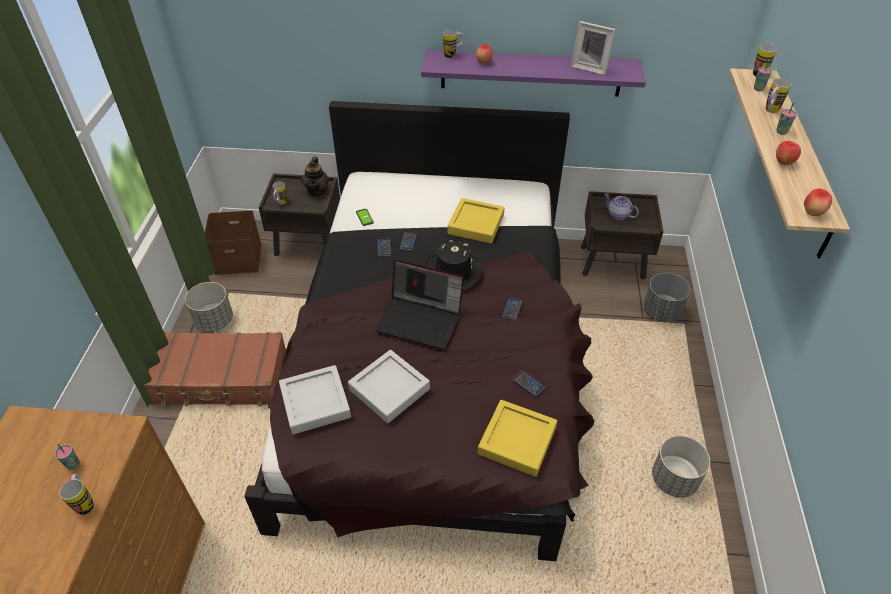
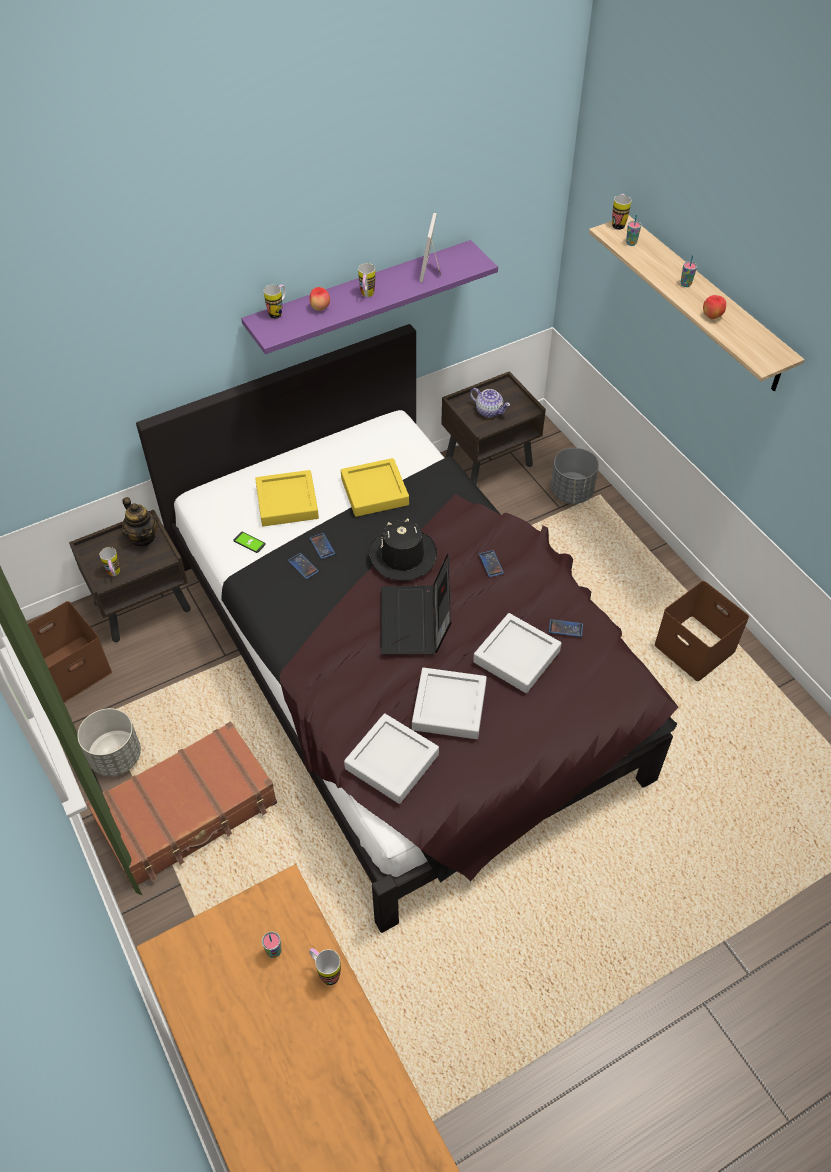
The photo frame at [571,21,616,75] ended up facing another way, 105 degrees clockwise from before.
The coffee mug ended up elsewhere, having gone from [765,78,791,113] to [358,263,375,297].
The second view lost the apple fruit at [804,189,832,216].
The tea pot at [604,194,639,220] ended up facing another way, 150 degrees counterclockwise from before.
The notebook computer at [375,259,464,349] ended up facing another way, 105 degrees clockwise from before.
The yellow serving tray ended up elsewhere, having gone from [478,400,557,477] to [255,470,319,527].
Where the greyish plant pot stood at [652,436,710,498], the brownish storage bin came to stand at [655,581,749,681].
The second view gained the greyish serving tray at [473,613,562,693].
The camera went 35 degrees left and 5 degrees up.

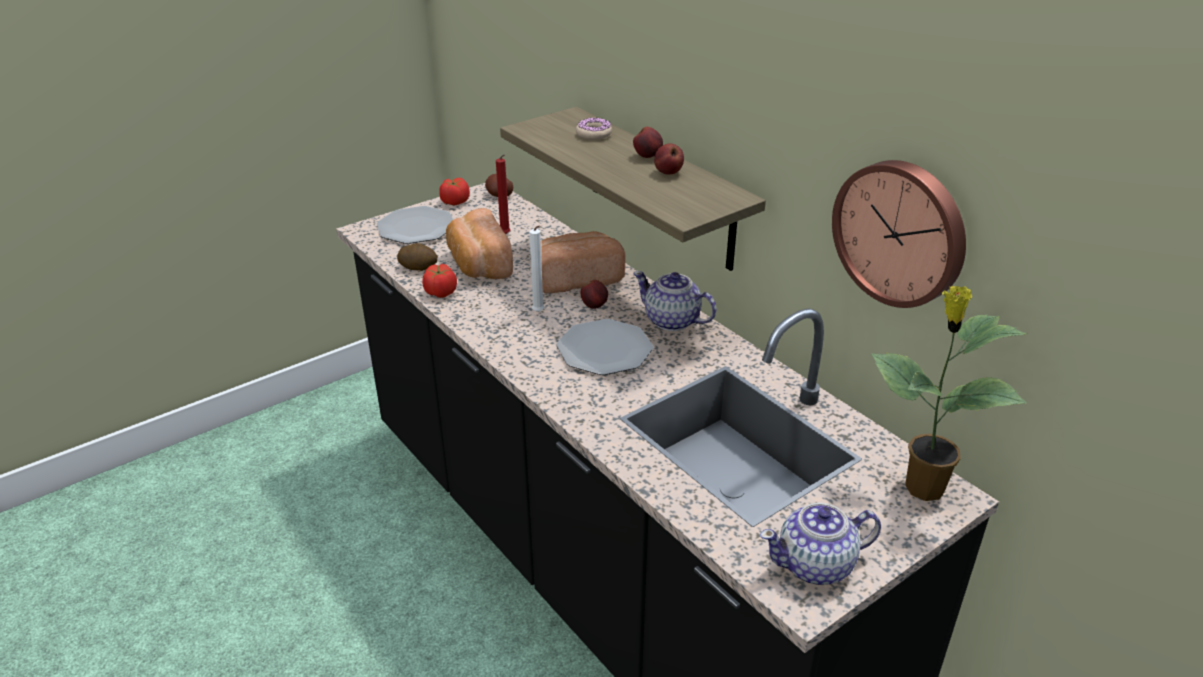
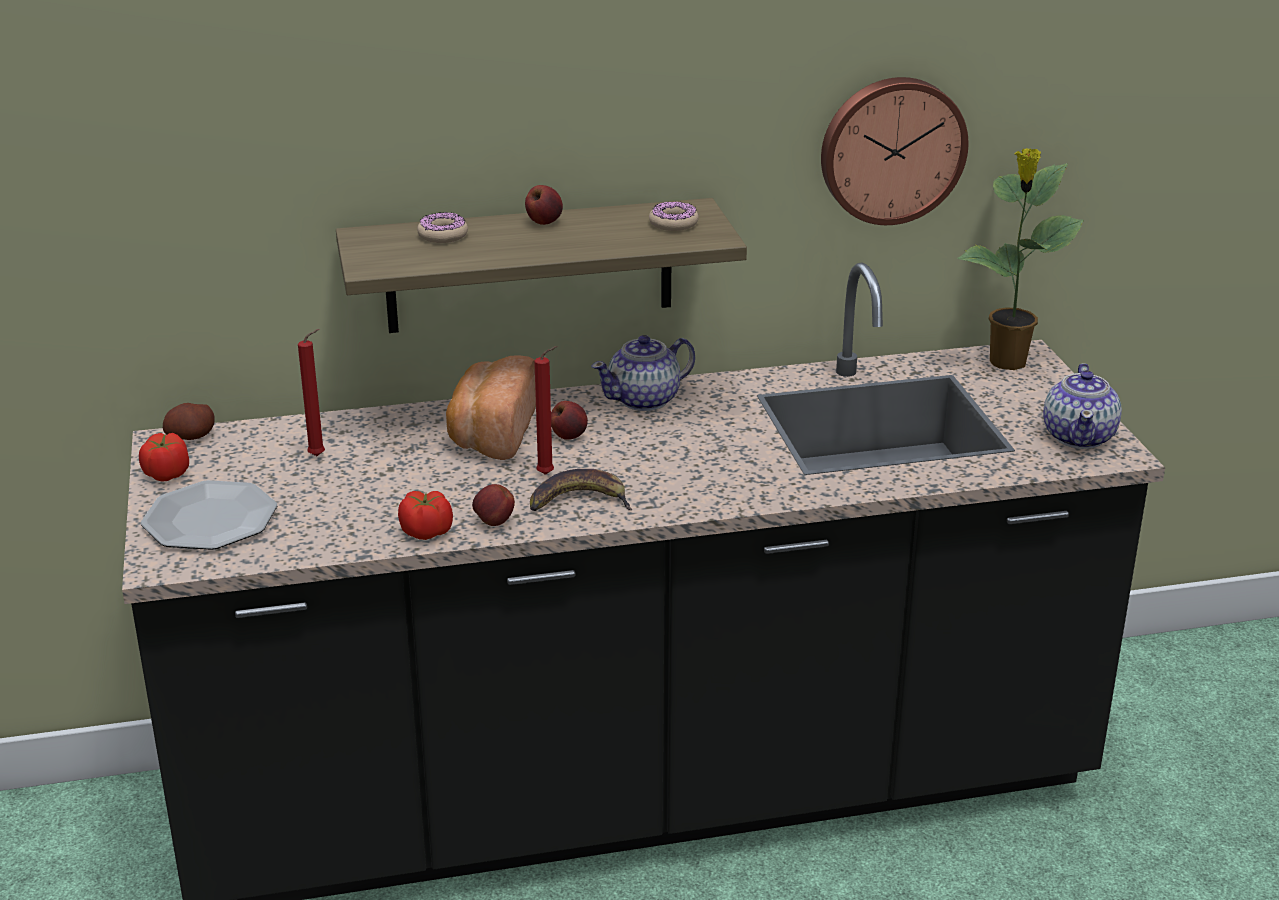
The apple fruit ended up elsewhere, having gone from [654,143,684,175] to [472,484,515,526].
The second view lost the bread at [446,208,513,279].
What was the whitish wax candle at [529,226,545,312] turned into the red-coloured wax candle at [534,346,557,475].
The second view lost the whole potato at [397,243,438,271].
The second view lost the plate at [557,319,653,375].
The second view gained the doughnut at [649,202,699,231].
The second view gained the banana at [530,469,633,511].
The camera went 65 degrees left and 5 degrees down.

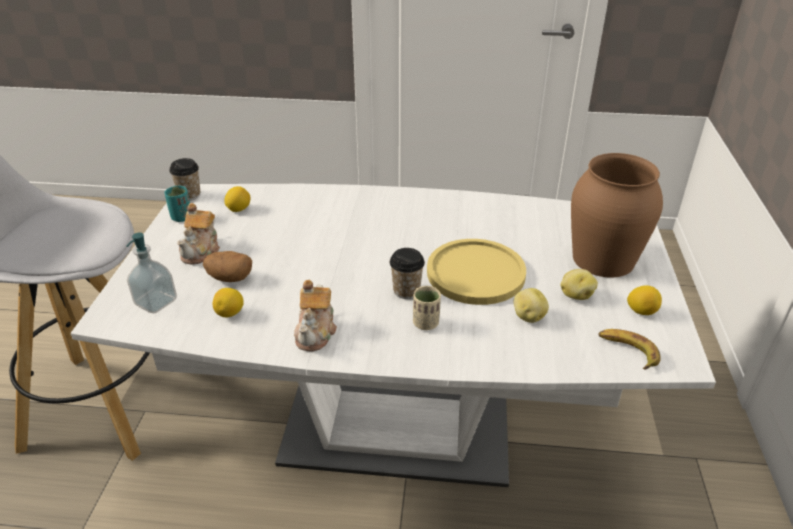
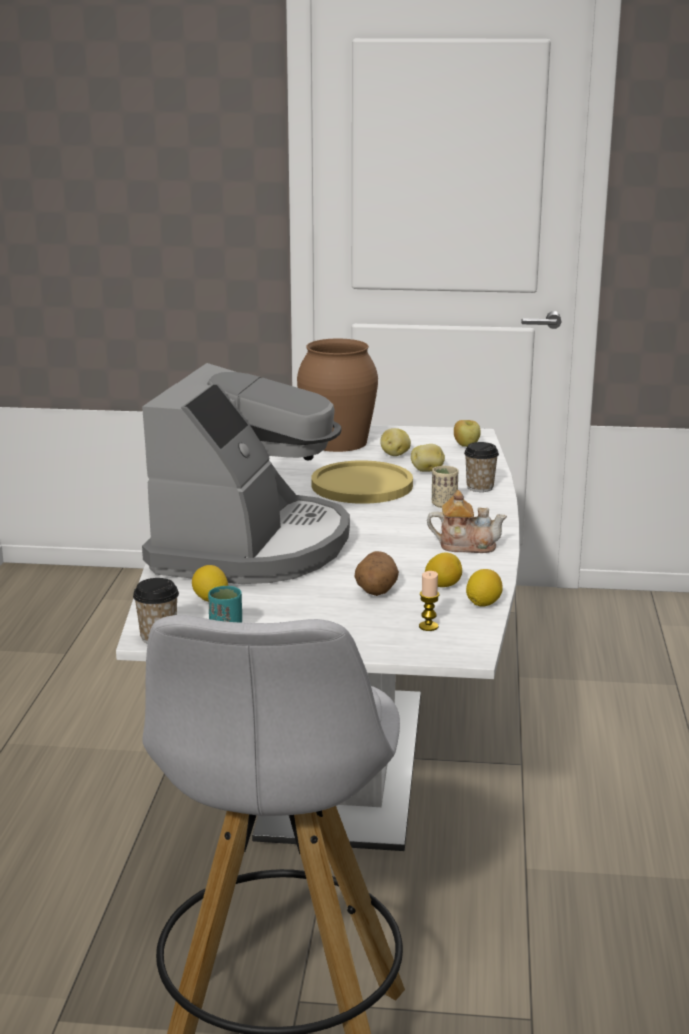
The second view lost the tea pot at [177,203,220,265].
Where the liquid soap bottle stood at [126,233,177,313], the wax candle came to stand at [419,571,440,631].
The cup ended up elsewhere, having gone from [390,248,425,299] to [464,442,499,492].
The citrus fruit ended up elsewhere, having gone from [627,285,662,315] to [466,569,503,607].
Where the banana stood at [598,329,661,369], the apple fruit came to stand at [454,420,481,447].
The second view gained the coffee machine at [142,363,350,584].
The camera went 90 degrees left and 15 degrees down.

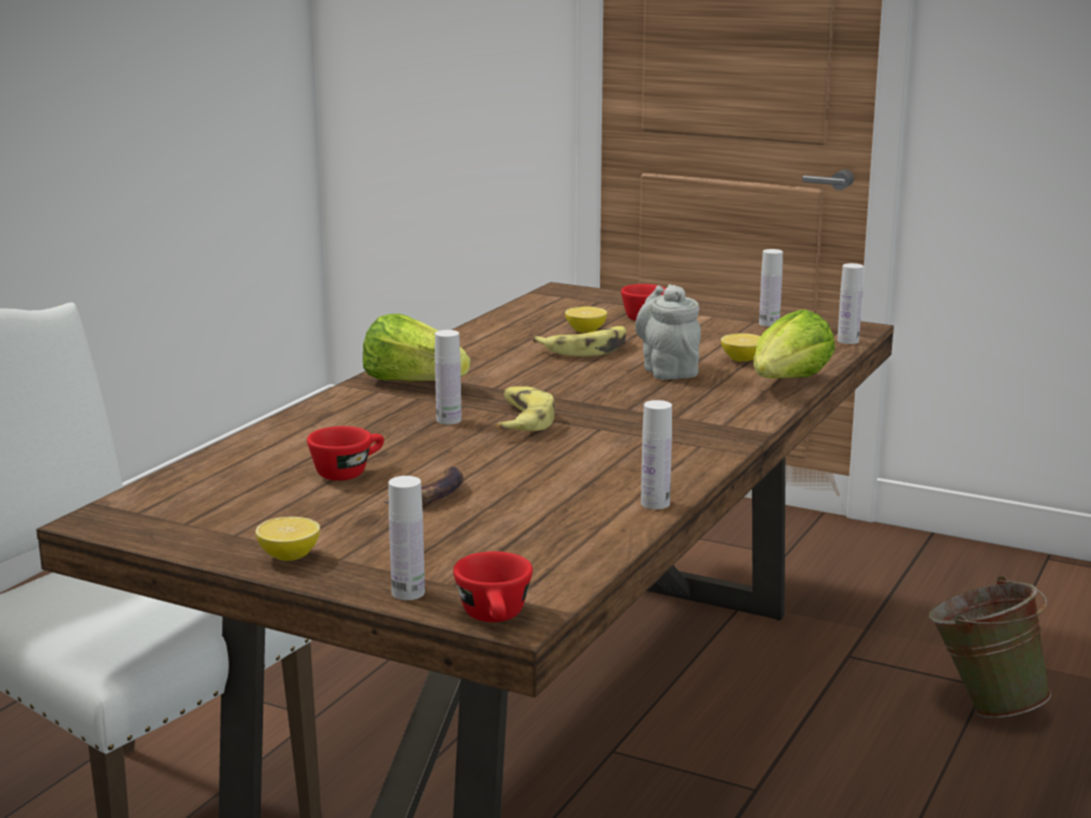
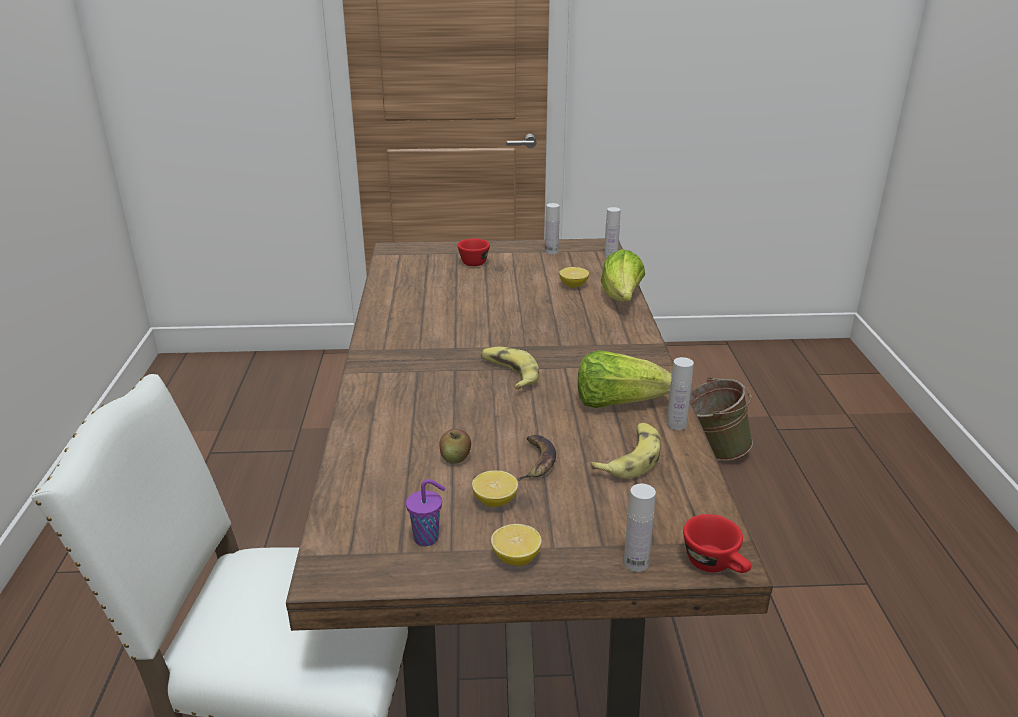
The second view lost the greyish tea pot at [635,284,701,380].
The citrus fruit ended up elsewhere, having gone from [565,306,607,333] to [472,470,518,507].
The lettuce head ended up elsewhere, having gone from [363,314,470,381] to [578,350,672,408].
The banana ended up elsewhere, having gone from [533,326,626,357] to [590,423,661,478].
The second view lost the whitish bottle at [435,330,461,425].
Where the red-coloured cup stood at [307,426,384,481], the apple fruit came to stand at [439,429,471,464].
The second view gained the purple-coloured cup at [406,479,445,546].
The camera went 30 degrees left and 10 degrees up.

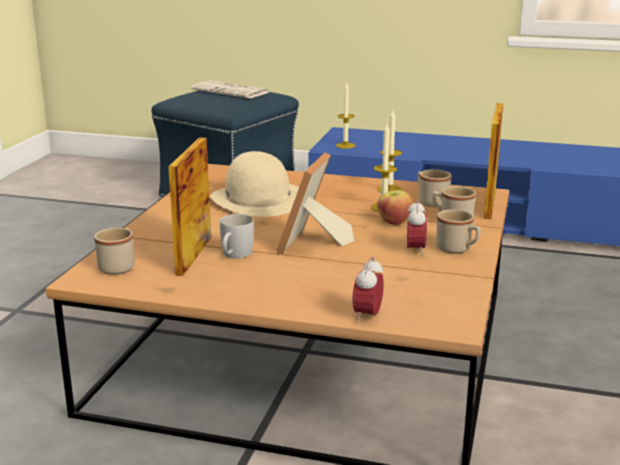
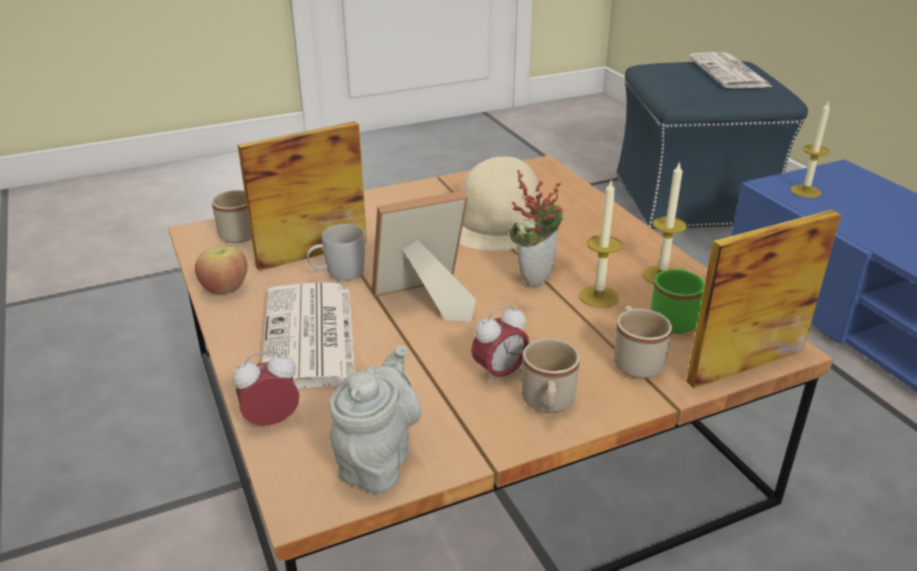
What was the sand-coloured coffee mug at [417,169,451,207] turned into the green-coloured coffee mug at [651,268,705,334].
The apple fruit ended up elsewhere, having gone from [377,190,412,225] to [195,247,248,294].
The second view gained the houseplant at [509,170,563,287].
The second view gained the printed paper at [262,282,355,389].
The second view gained the greyish tea pot at [330,345,421,494].
The camera went 50 degrees right and 10 degrees up.

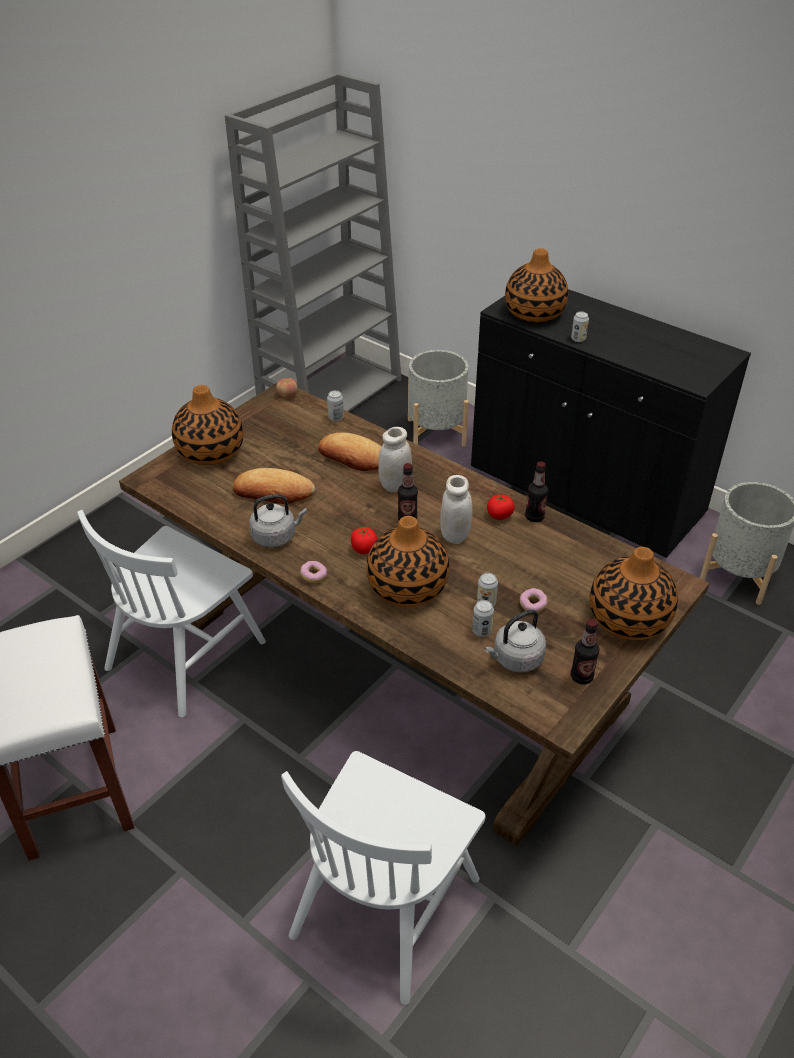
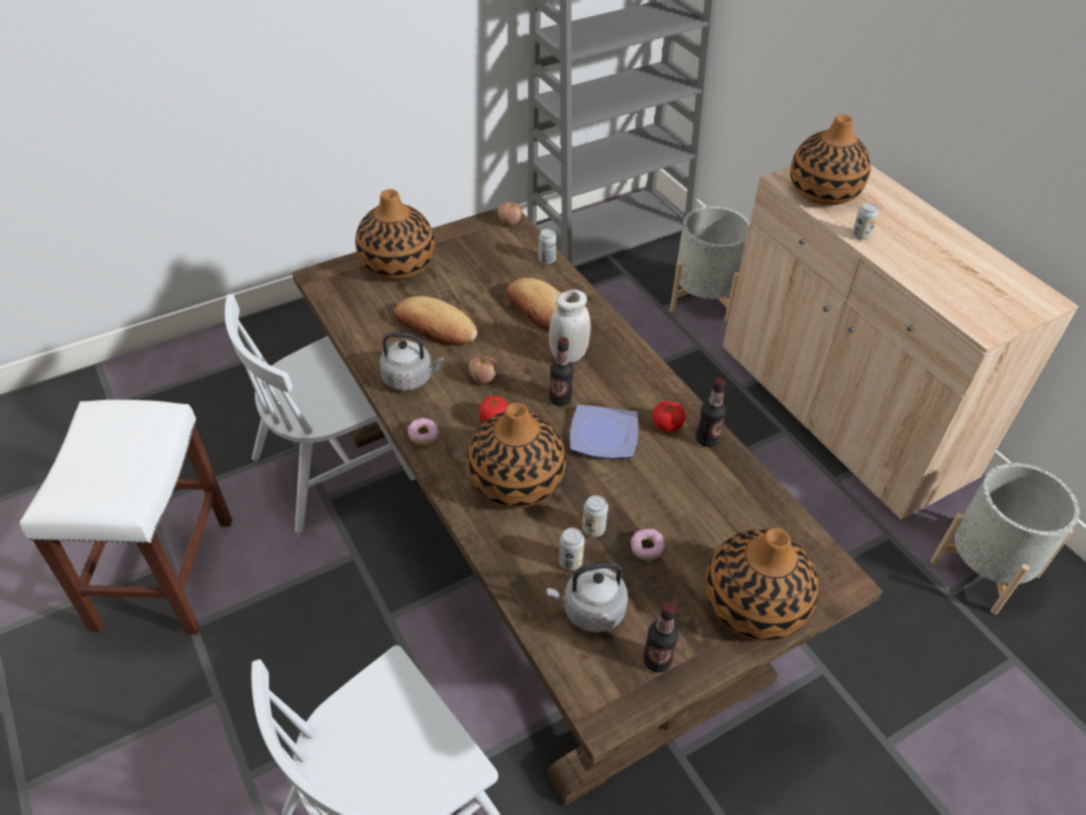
What was the blackish storage cabinet at [471,289,751,558] turned into the sand-coloured storage cabinet at [723,164,1079,520].
Where the whitish preserve jar stood at [440,475,473,544], the plate came to stand at [570,405,638,459].
The second view gained the apple fruit at [469,355,498,384].
The camera went 20 degrees right and 5 degrees up.

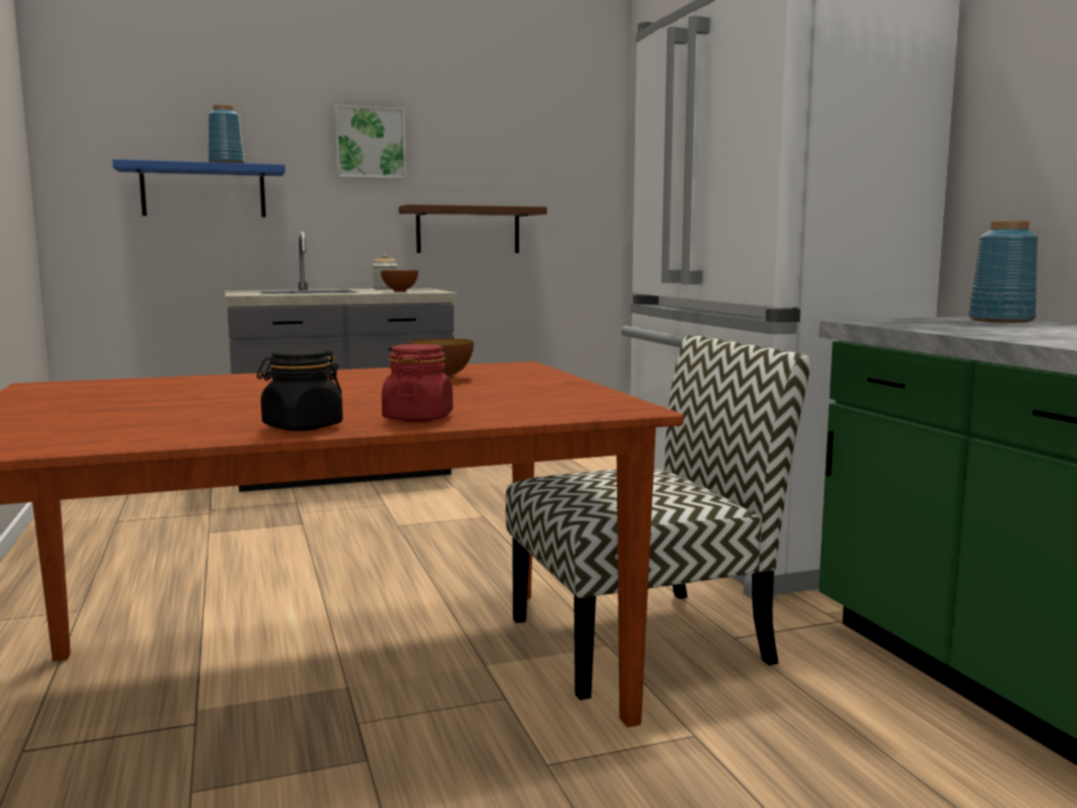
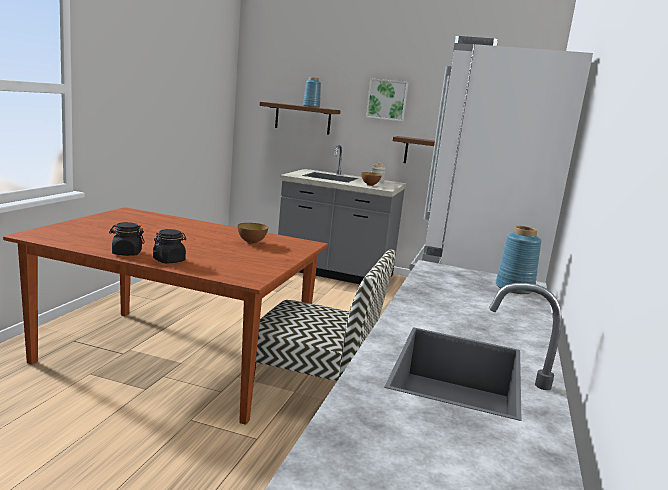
What was the blue-coloured bracket shelf at [113,159,285,217] turned into the brownish bracket shelf at [259,102,341,135].
What was the red-coloured preserve jar at [382,344,453,422] turned into the blackish preserve jar at [153,229,186,263].
The camera went 35 degrees right and 5 degrees up.

